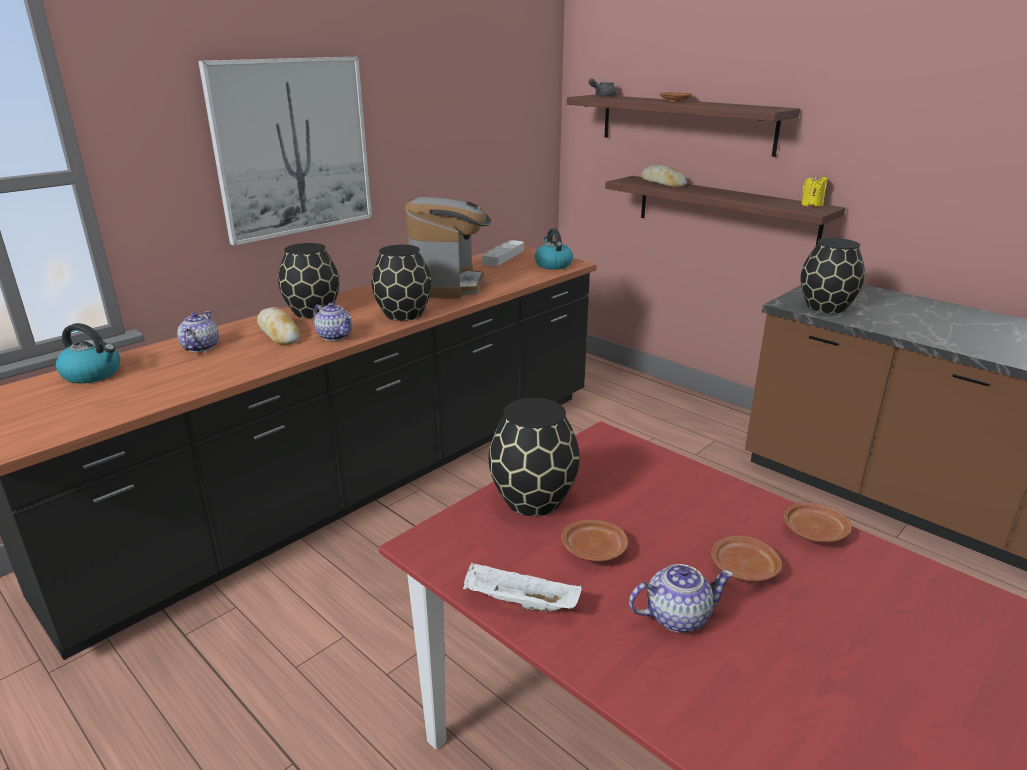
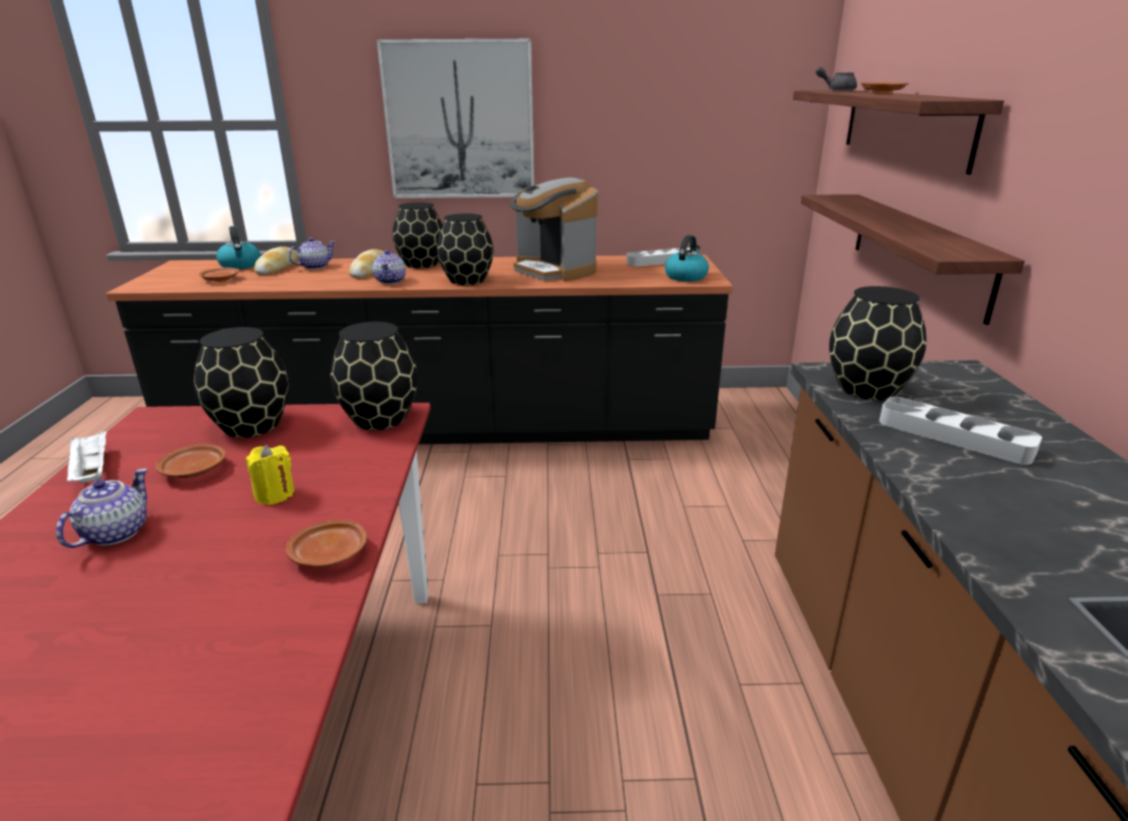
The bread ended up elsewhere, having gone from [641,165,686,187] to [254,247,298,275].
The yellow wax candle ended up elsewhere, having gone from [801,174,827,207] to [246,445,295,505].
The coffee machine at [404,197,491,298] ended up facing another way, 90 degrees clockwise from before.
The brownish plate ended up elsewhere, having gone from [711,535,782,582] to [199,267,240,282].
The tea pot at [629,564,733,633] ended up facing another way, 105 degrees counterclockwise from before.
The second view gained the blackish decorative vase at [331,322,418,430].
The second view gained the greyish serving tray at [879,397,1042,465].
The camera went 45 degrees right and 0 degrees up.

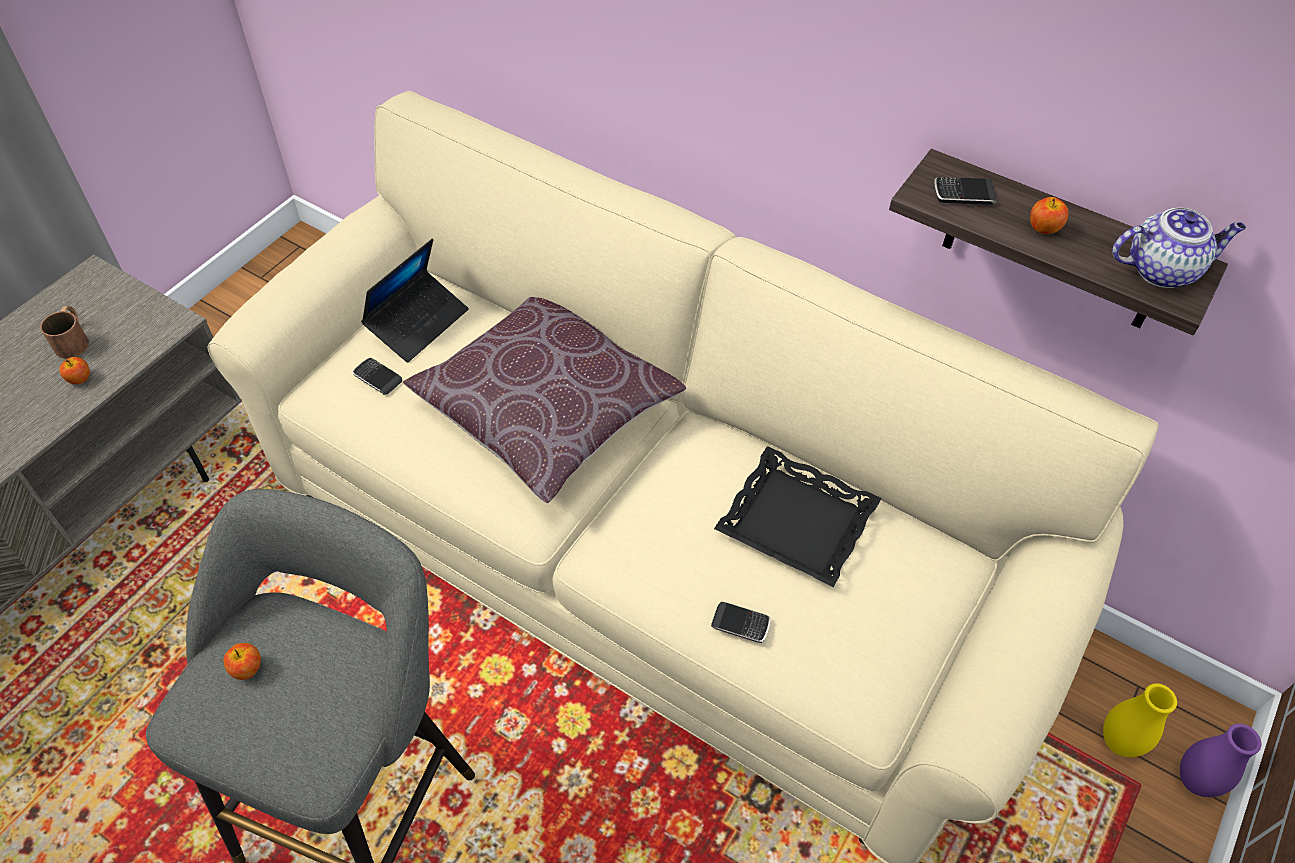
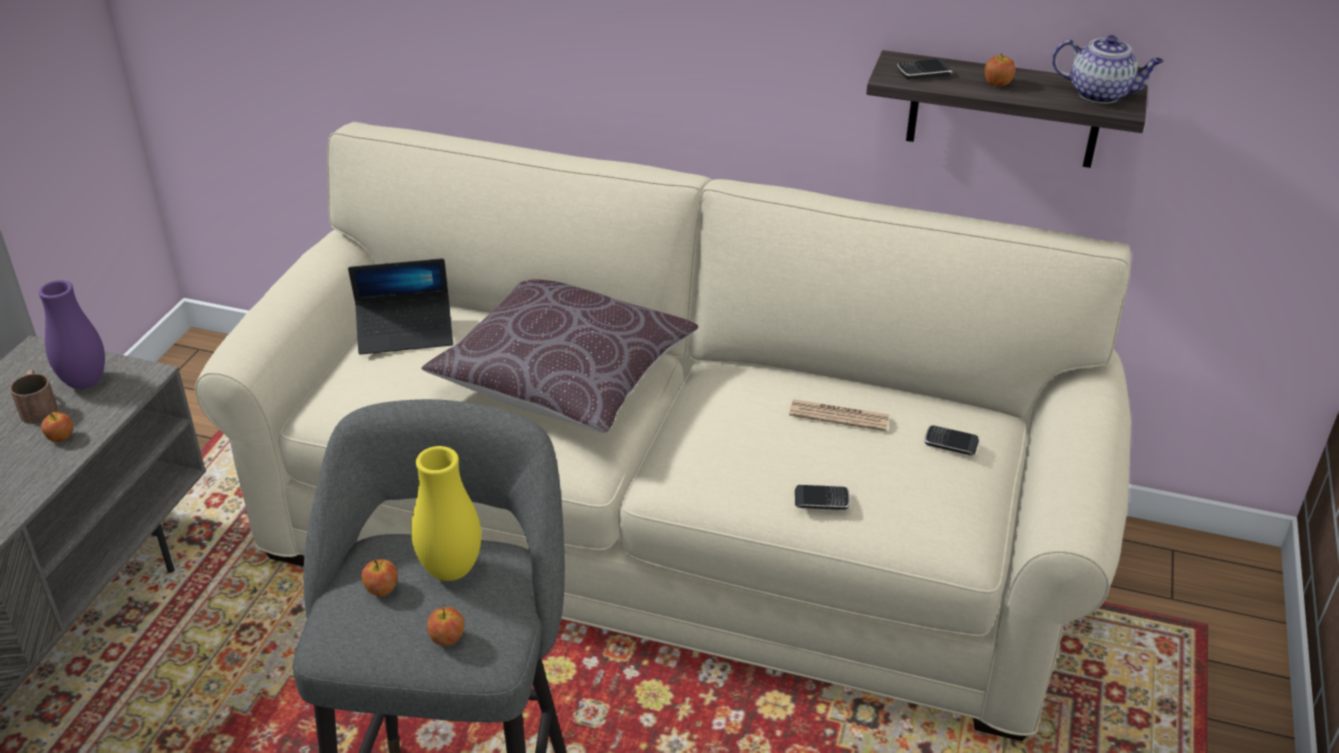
The tea pot at [1112,207,1246,288] ended up facing another way, 45 degrees clockwise from before.
The notebook computer at [361,238,468,362] ended up facing another way, 60 degrees clockwise from before.
The handset ended up elsewhere, having gone from [352,358,402,395] to [925,425,979,455].
Where the blackish serving tray stood at [714,446,882,587], the printed paper came to stand at [789,399,889,431].
The yellow decorative vase ended up elsewhere, having gone from [1103,683,1177,757] to [411,446,481,581].
The purple-coloured decorative vase ended up elsewhere, having gone from [1180,724,1261,797] to [38,280,105,389].
The second view gained the apple fruit at [427,607,465,646].
The camera went 15 degrees left and 15 degrees down.

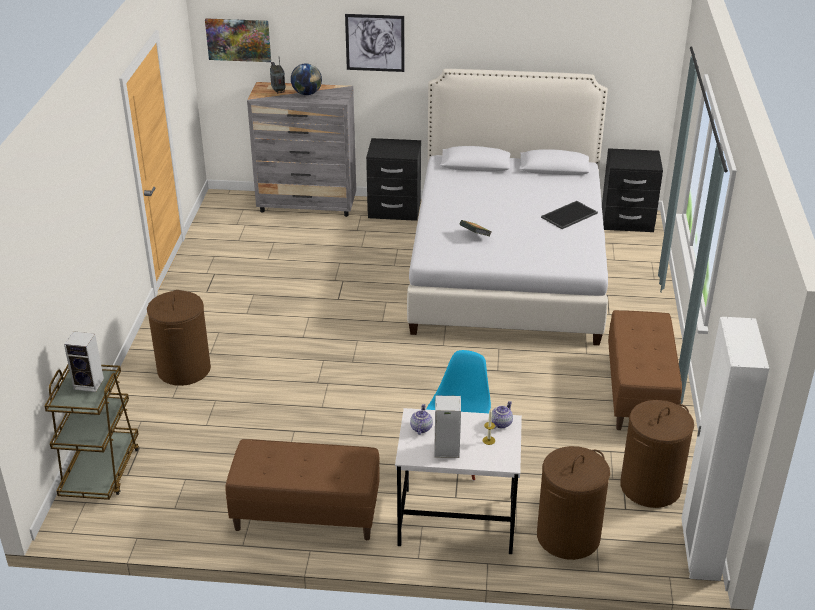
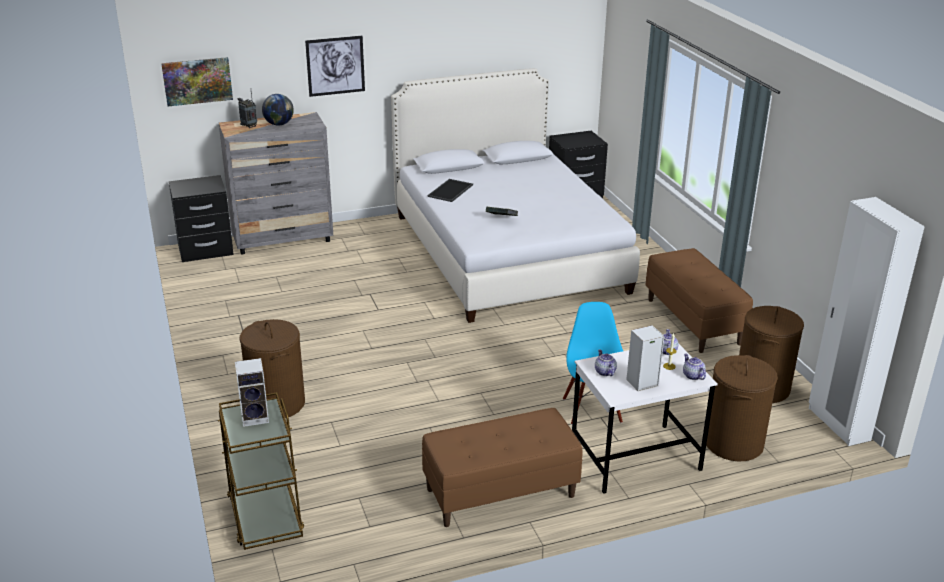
The blackish bedside table ended up elsewhere, having gone from [366,138,421,221] to [169,175,234,262].
The serving tray ended up elsewhere, having gone from [541,201,598,229] to [428,179,473,202].
The second view gained the tea pot at [683,353,706,380].
The camera went 25 degrees left and 5 degrees down.

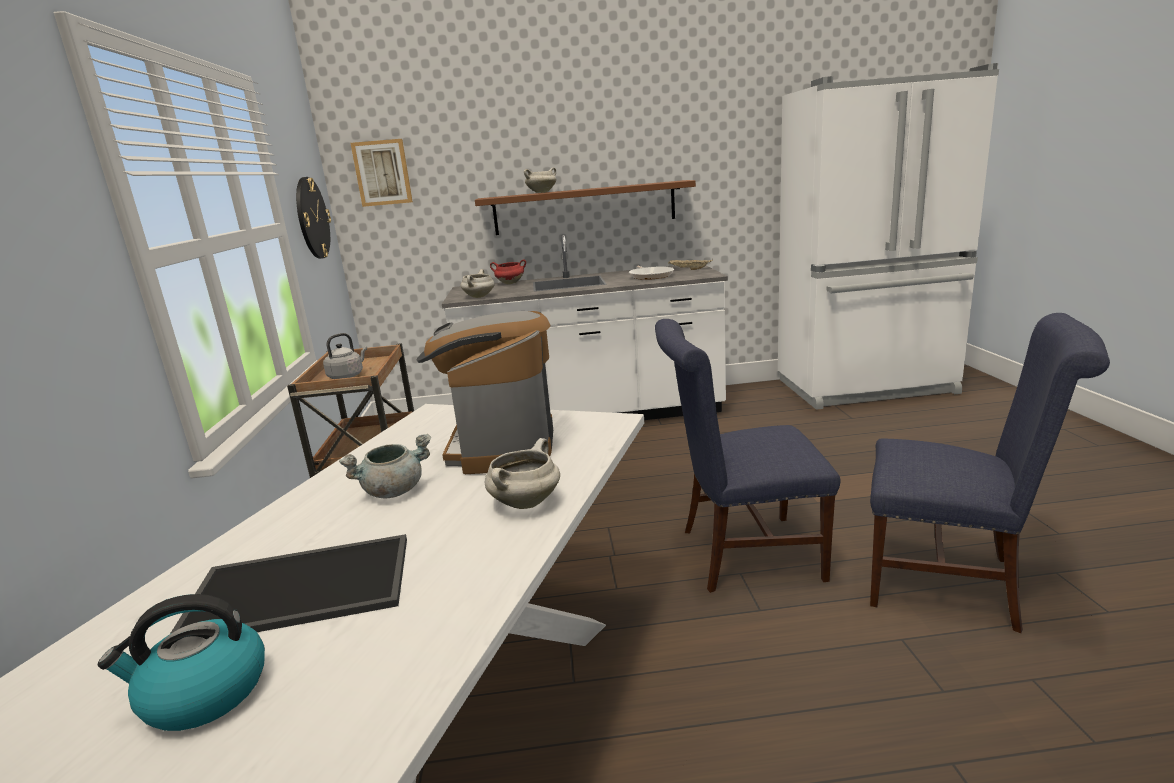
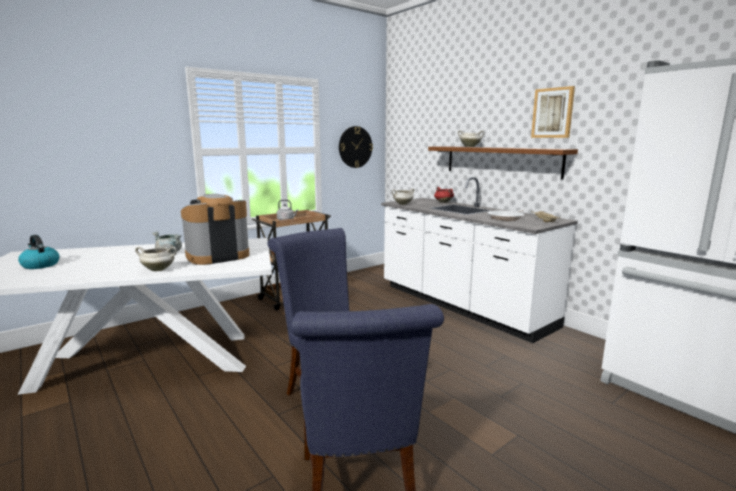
The wall picture ended up elsewhere, having gone from [351,139,413,207] to [531,86,575,138].
The second view lost the serving tray at [170,534,407,634].
The camera went 55 degrees right and 5 degrees down.

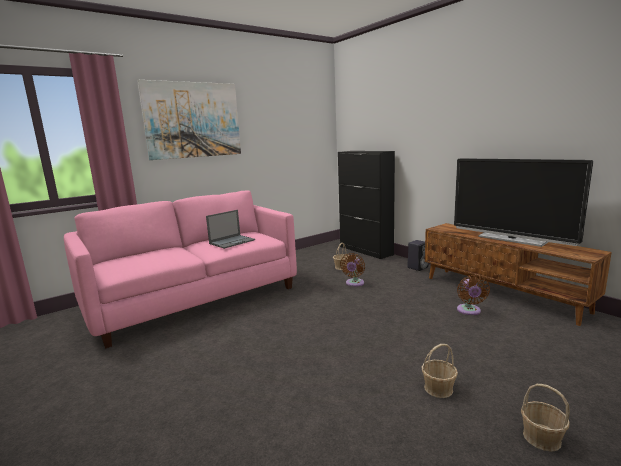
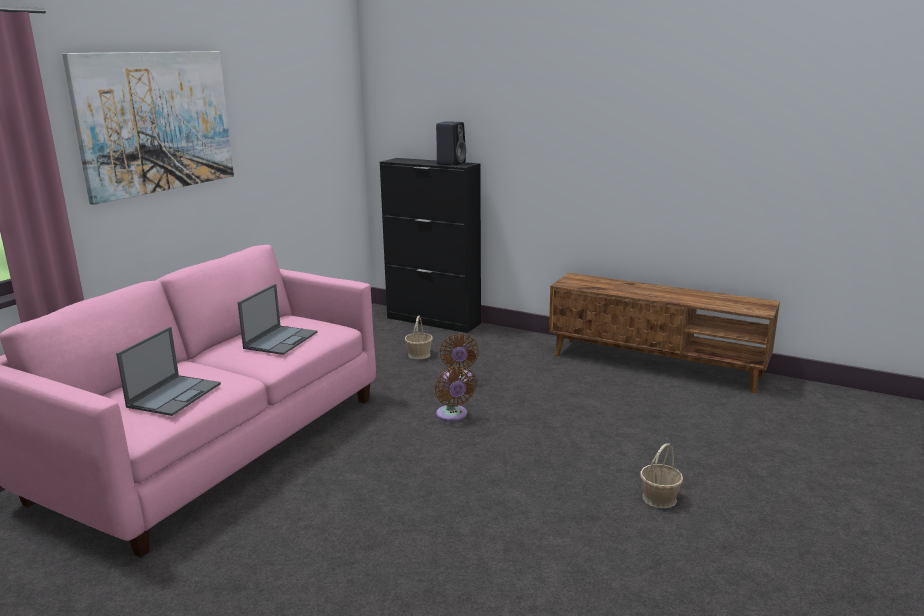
The second view lost the TV set at [454,158,593,247].
The blackish audio speaker ended up elsewhere, having gone from [407,240,428,271] to [436,121,466,165].
The brownish electric fan ended up elsewhere, having gone from [457,275,490,315] to [435,366,476,421].
The second view lost the storage basket at [521,384,570,452].
The second view gained the notebook computer at [116,327,221,416].
The camera went 25 degrees left and 5 degrees up.

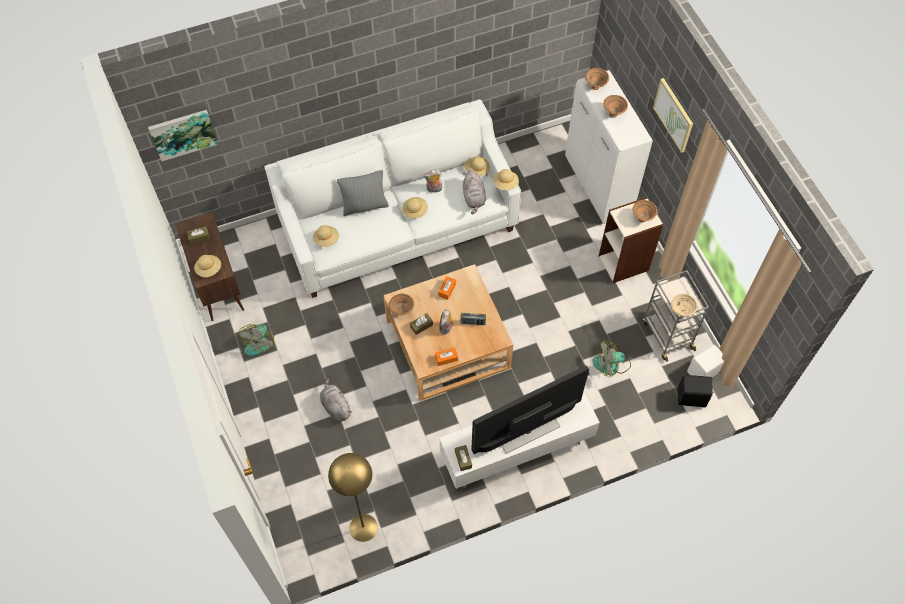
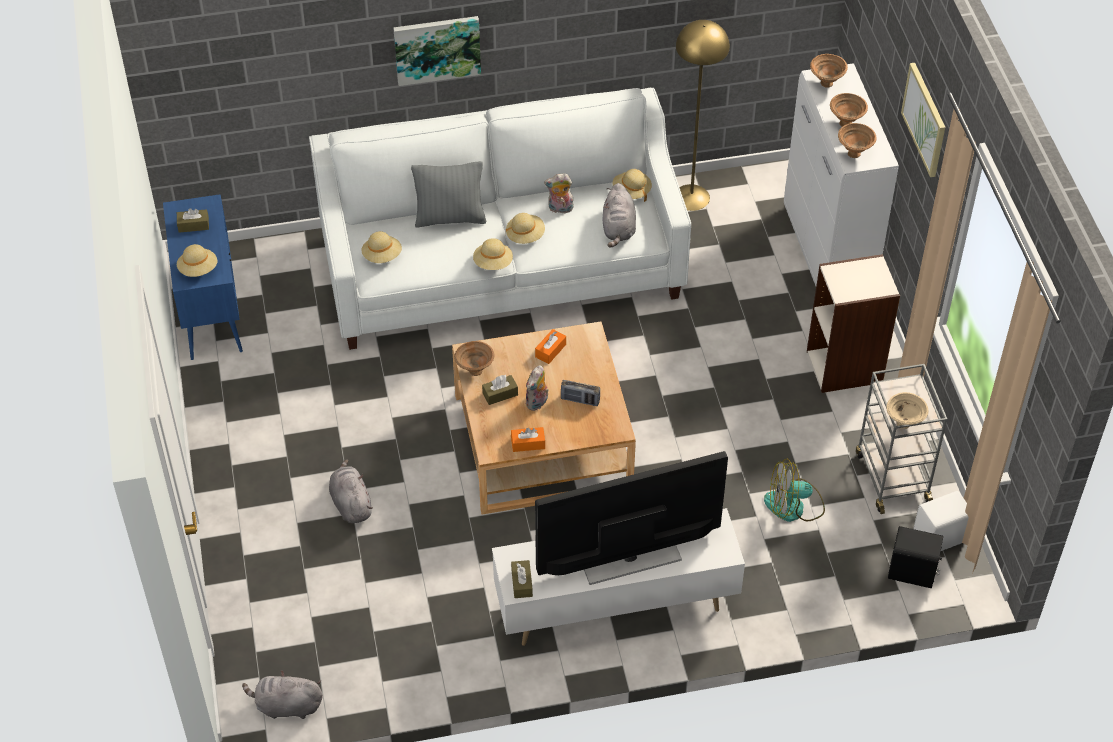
The wall picture ended up elsewhere, having gone from [148,110,218,161] to [393,16,481,86].
The sand-coloured wearable hat ended up elsewhere, having gone from [493,169,519,190] to [473,238,513,270].
The brownish deep dish ended up elsewhere, having gone from [633,200,657,222] to [838,123,876,158].
What was the brownish storage cabinet at [175,212,244,321] turned into the blue-coloured storage cabinet at [163,194,243,360].
The second view lost the electric fan at [239,324,274,356].
The yellow standing lamp ended up elsewhere, having gone from [328,453,378,542] to [676,20,730,211].
The second view gained the greyish cuddly toy at [242,670,323,719].
The camera went 10 degrees right and 10 degrees down.

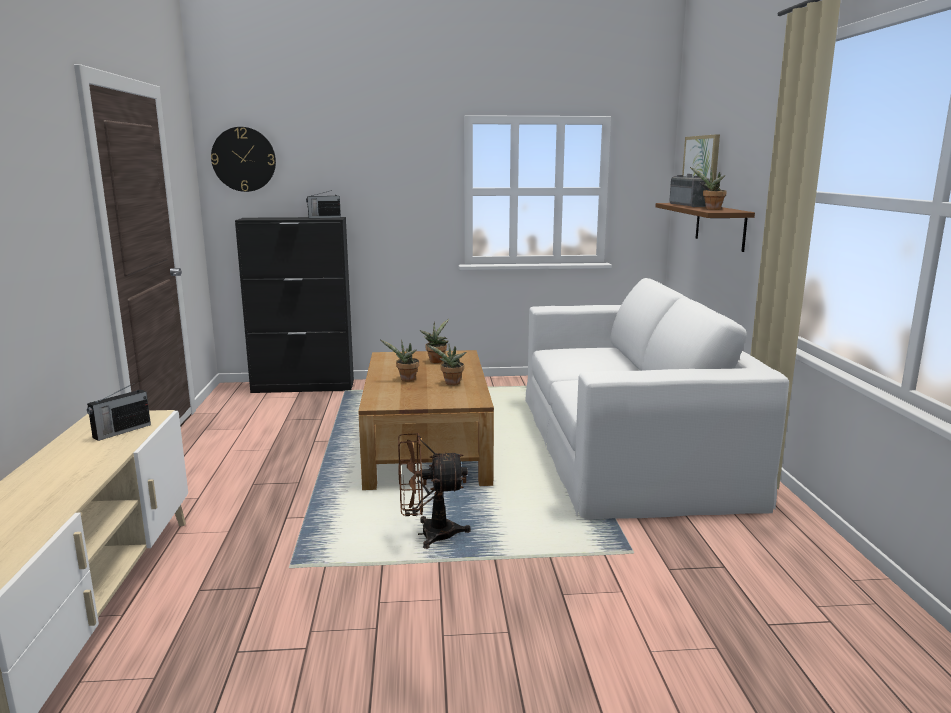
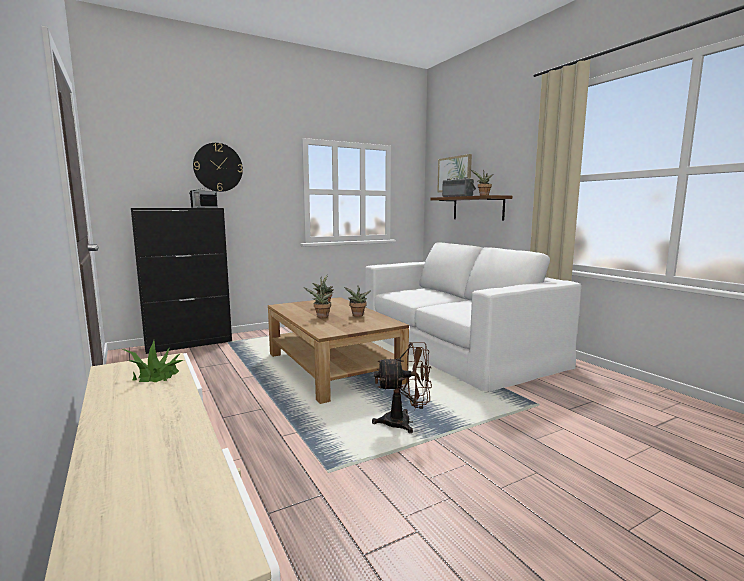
The hanging clock ended up elsewhere, having gone from [211,127,276,192] to [193,143,243,192].
Where the radio receiver stood at [87,382,151,441], the houseplant came to stand at [123,340,184,382].
The brownish electric fan at [398,433,471,549] ended up facing another way, 150 degrees counterclockwise from before.
The camera went 25 degrees left and 5 degrees down.

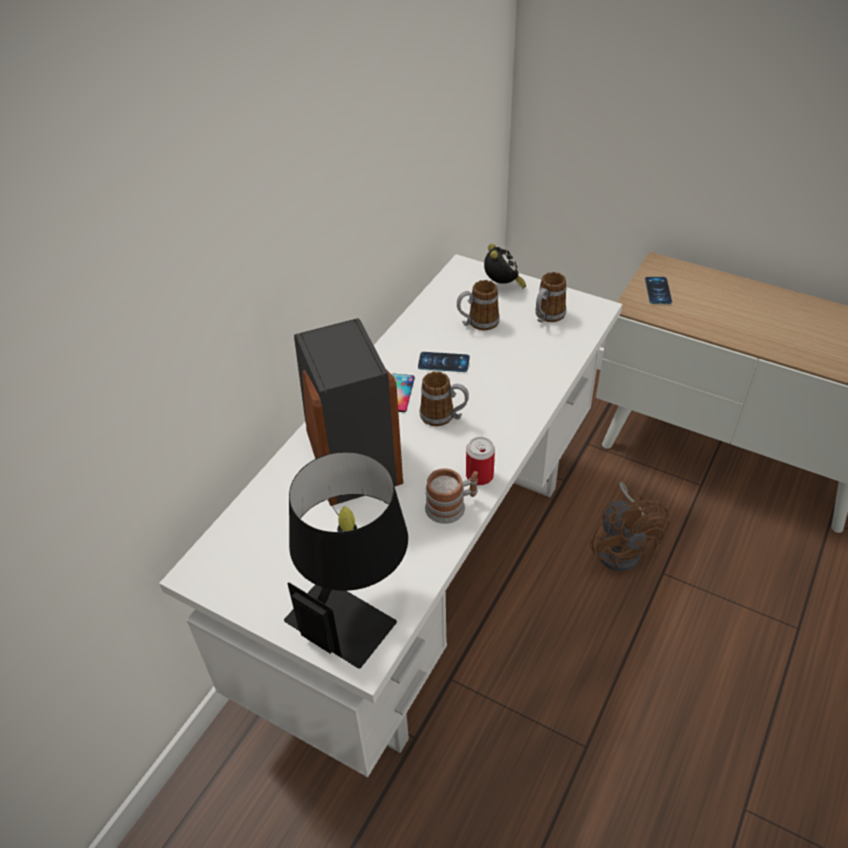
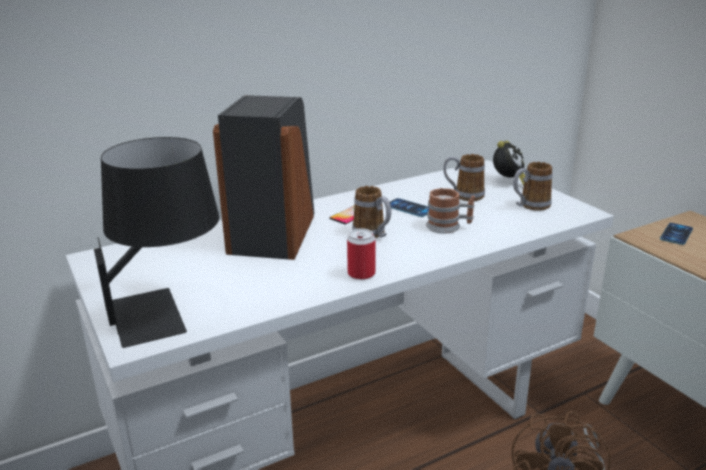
The coffee mug ended up elsewhere, having gone from [425,468,478,524] to [426,188,475,234].
The camera went 30 degrees right and 20 degrees down.

